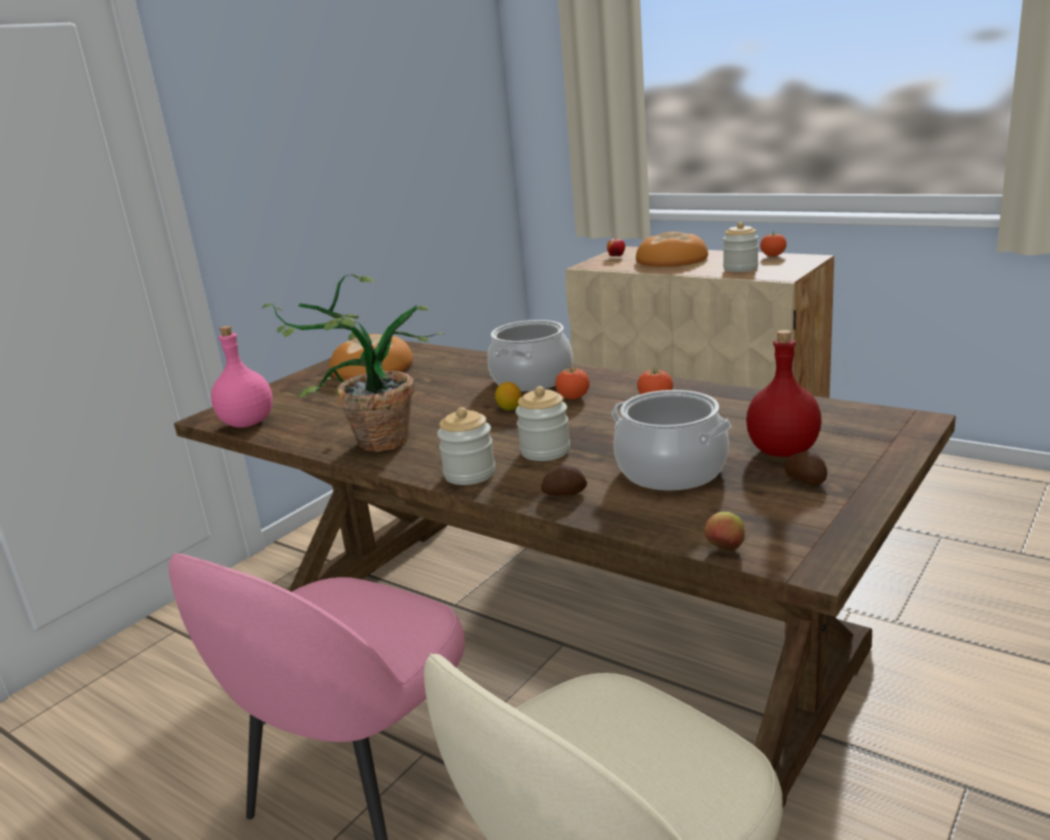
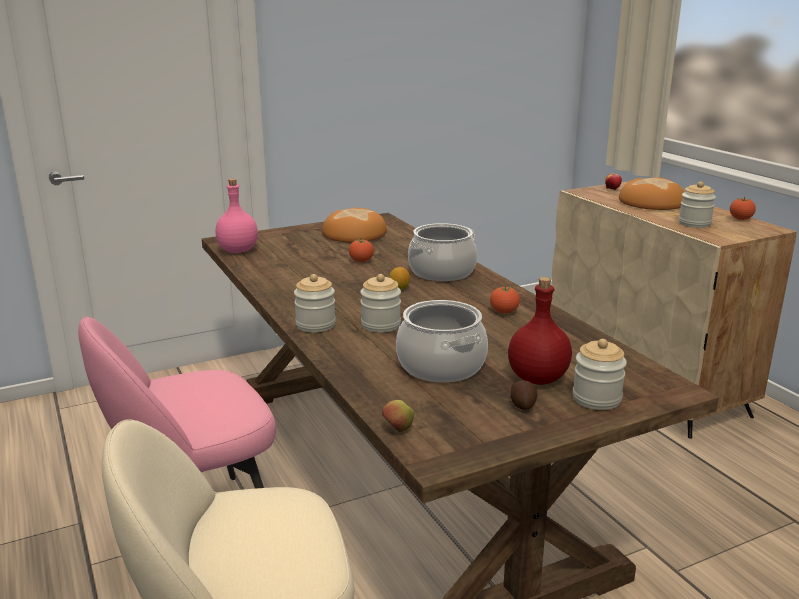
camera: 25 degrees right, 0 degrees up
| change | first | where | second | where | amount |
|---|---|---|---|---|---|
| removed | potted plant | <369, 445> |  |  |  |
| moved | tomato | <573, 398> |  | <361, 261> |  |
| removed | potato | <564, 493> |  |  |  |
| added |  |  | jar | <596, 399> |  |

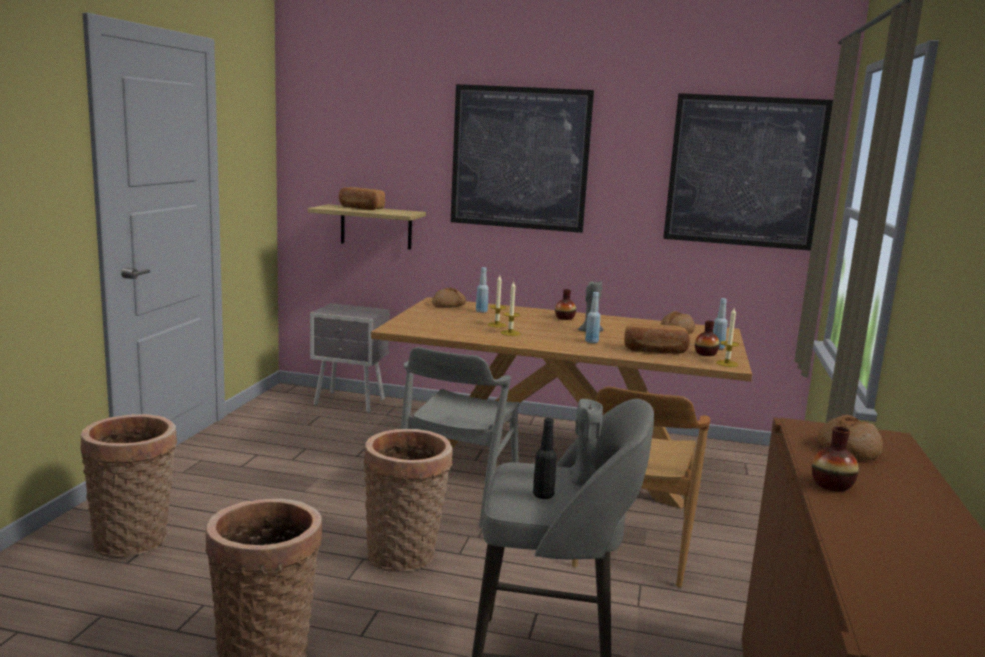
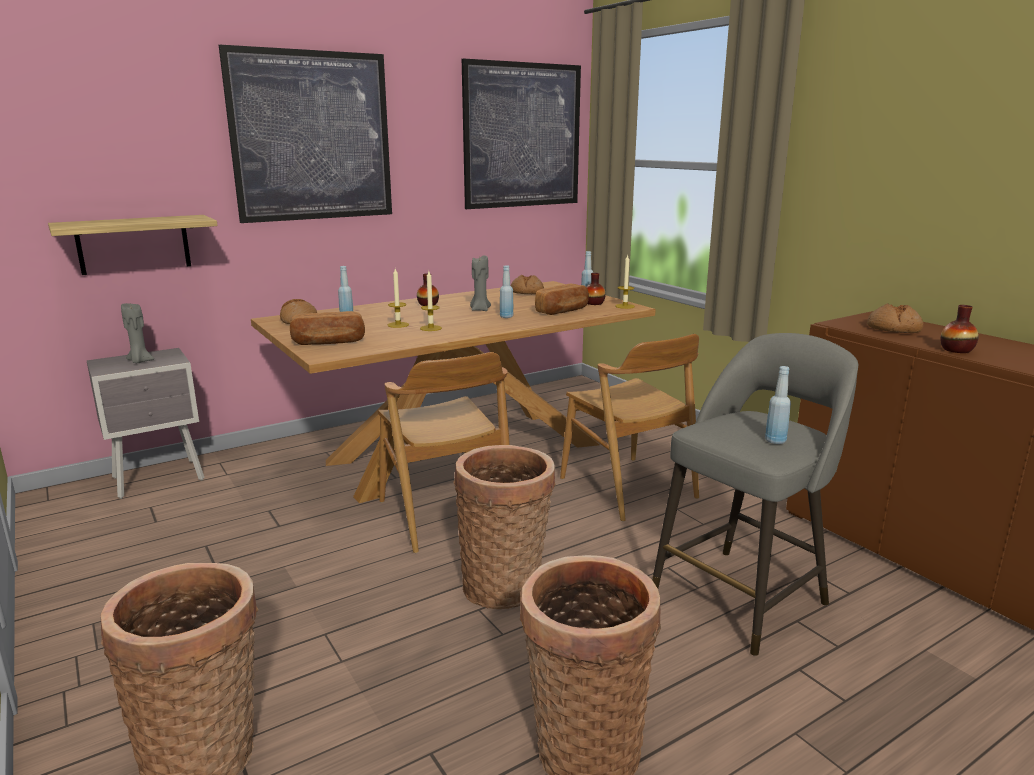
camera: 45 degrees left, 5 degrees up
| change | first | where | second | where | amount |
|---|---|---|---|---|---|
| moved | bread | <360, 208> |  | <329, 342> |  |
| recoloured | grey chair | <457, 497> | brown chair | <444, 515> |  |
| moved | grey candle | <583, 481> |  | <140, 361> |  |
| recoloured | black bottle | <543, 495> | blue bottle | <775, 441> |  |

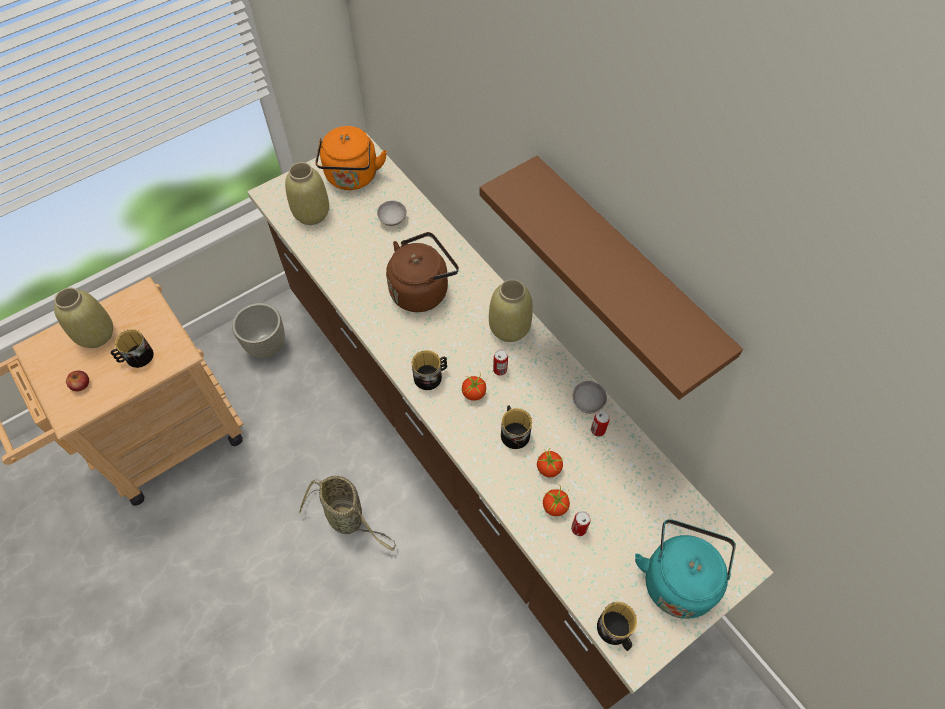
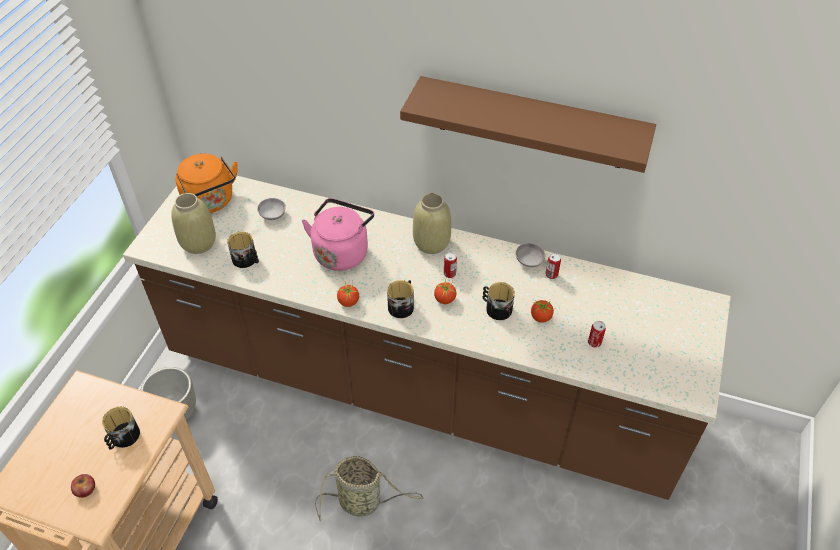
camera: 35 degrees left, 10 degrees down
| change | first | where | second | where | amount |
|---|---|---|---|---|---|
| recoloured | brown kettle | <422, 290> | pink kettle | <342, 251> |  |
| removed | beige vase | <96, 334> |  |  |  |
| moved | tomato | <555, 506> |  | <348, 301> |  |
| removed | turquoise kettle | <678, 578> |  |  |  |
| moved | mug | <615, 631> |  | <247, 260> |  |

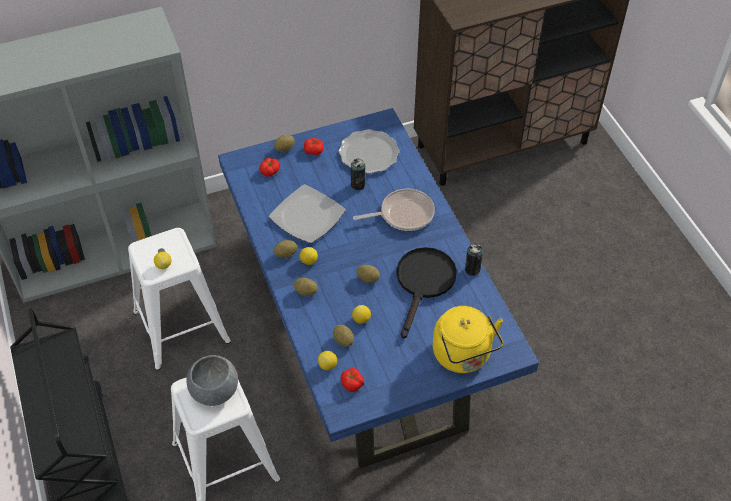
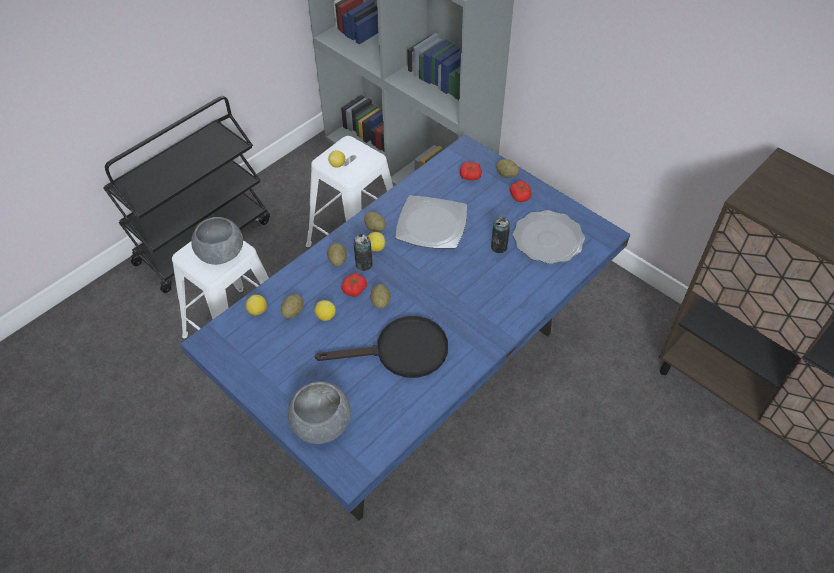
camera: 65 degrees right, 0 degrees up
| change | first | where | second | where | amount |
|---|---|---|---|---|---|
| removed | frying pan | <403, 214> |  |  |  |
| moved | can | <472, 269> |  | <364, 264> |  |
| replaced | yellow kettle | <463, 356> | grey bowl | <321, 424> |  |
| moved | tomato | <352, 383> |  | <354, 289> |  |

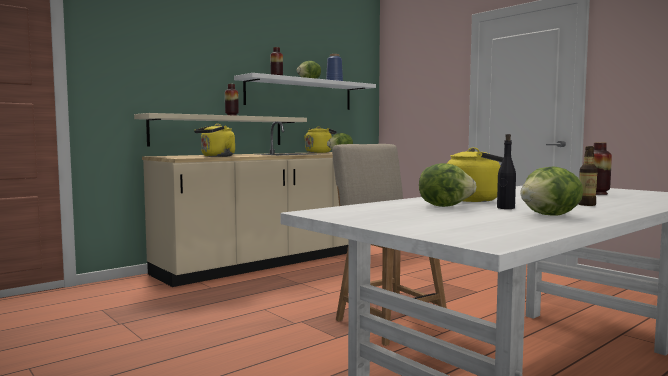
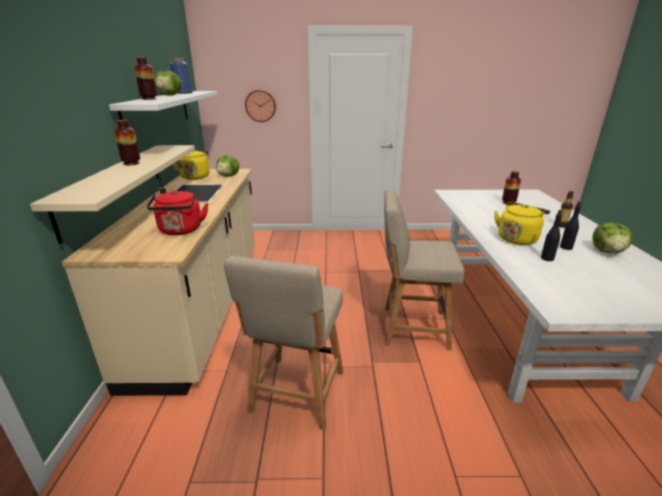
camera: 50 degrees left, 20 degrees up
| change | first | where | second | where | amount |
|---|---|---|---|---|---|
| recoloured | yellow kettle | <216, 156> | red kettle | <180, 231> |  |
| replaced | lettuce | <444, 206> | black bottle | <547, 258> |  |
| added |  |  | wall clock | <260, 105> |  |
| added |  |  | beige chair | <296, 395> |  |

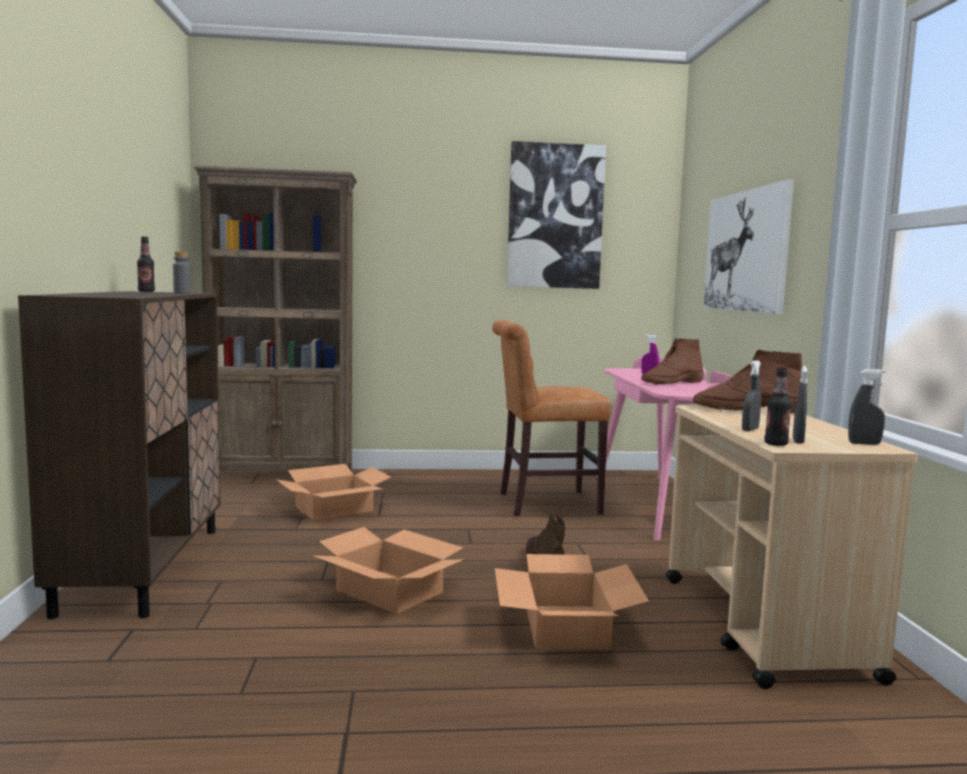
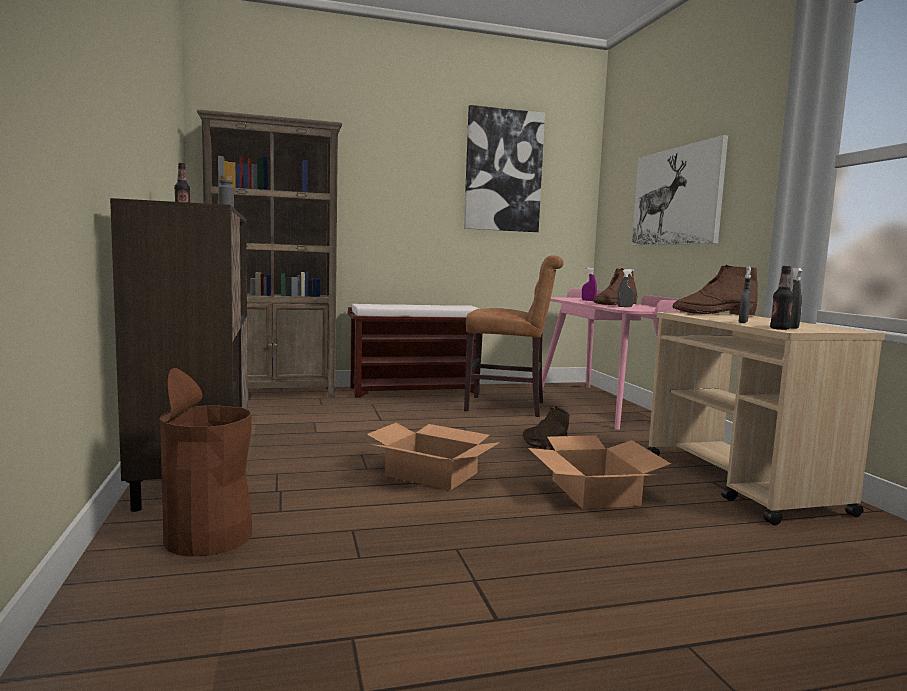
camera: 10 degrees left, 0 degrees up
| change | first | where | second | where | amount |
|---|---|---|---|---|---|
| turned | brown chair | <543, 504> |  | <510, 407> | 150 degrees counterclockwise |
| moved | grey spray bottle | <864, 444> |  | <624, 307> |  |
| removed | cardboard box | <334, 509> |  |  |  |
| added |  |  | brown bench | <415, 391> |  |
| added |  |  | brown trash can | <208, 537> |  |

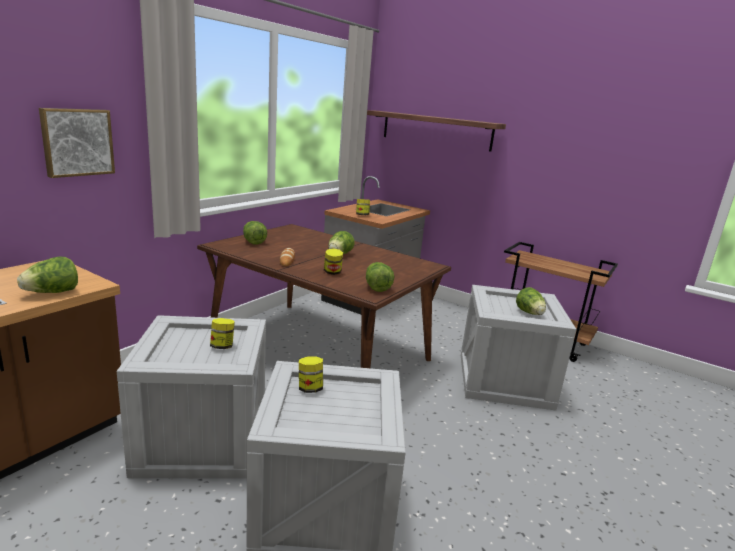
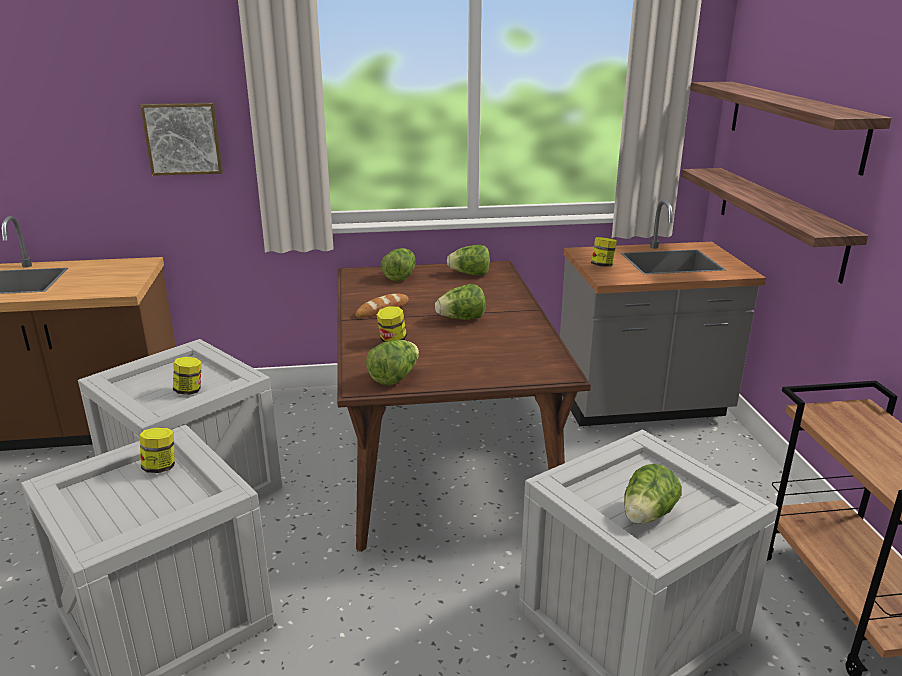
camera: 50 degrees right, 5 degrees up
| change | first | where | second | where | amount |
|---|---|---|---|---|---|
| moved | lettuce | <52, 292> |  | <470, 274> |  |
| added |  |  | shelf | <778, 220> |  |

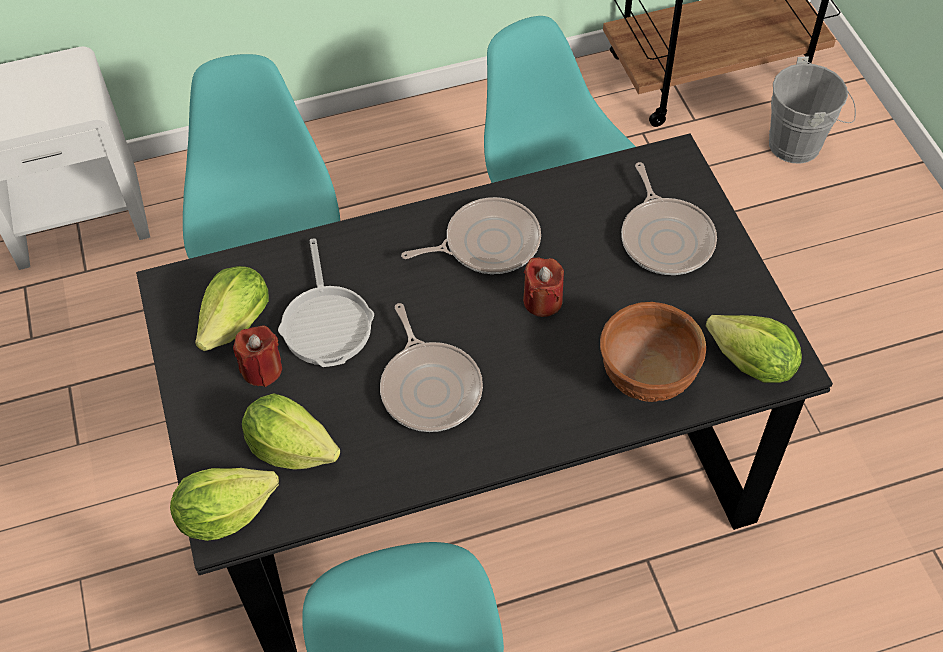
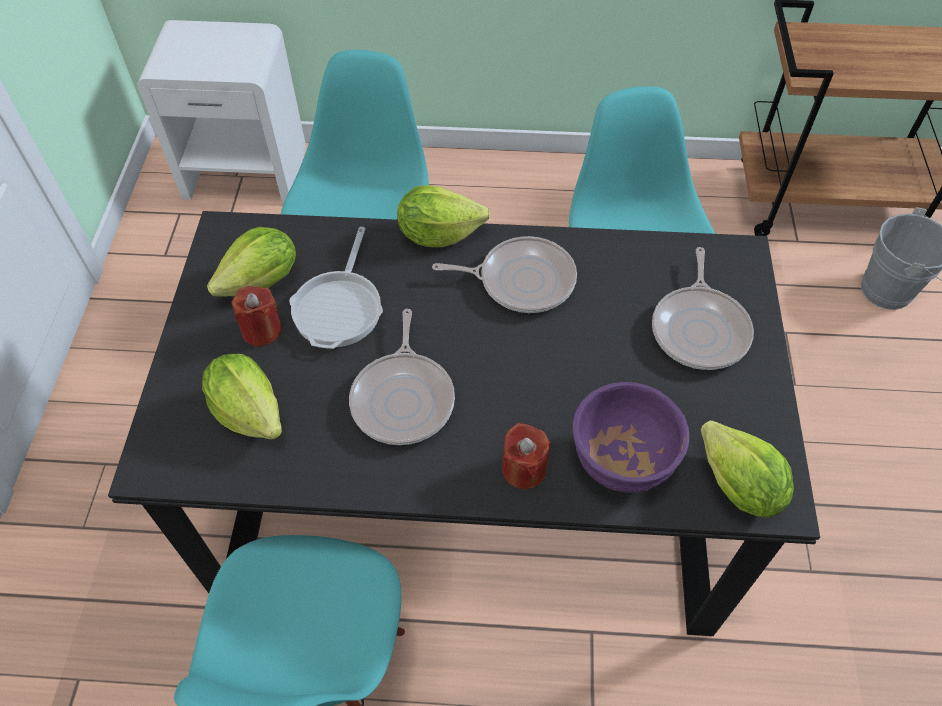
camera: 20 degrees right, 0 degrees up
| change | first | where | second | where | amount |
|---|---|---|---|---|---|
| moved | red candle | <542, 301> |  | <523, 469> |  |
| recoloured | brown bowl | <646, 376> | purple bowl | <620, 460> |  |
| moved | lettuce | <225, 514> |  | <438, 234> |  |

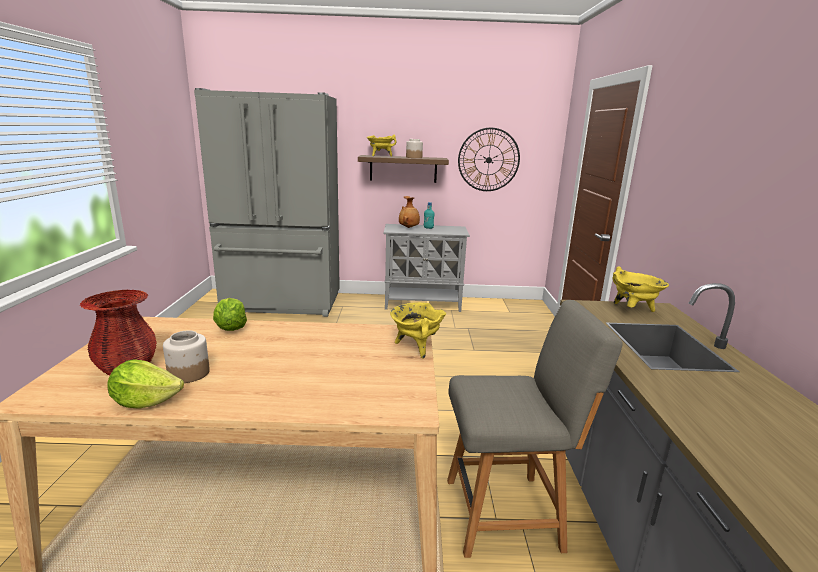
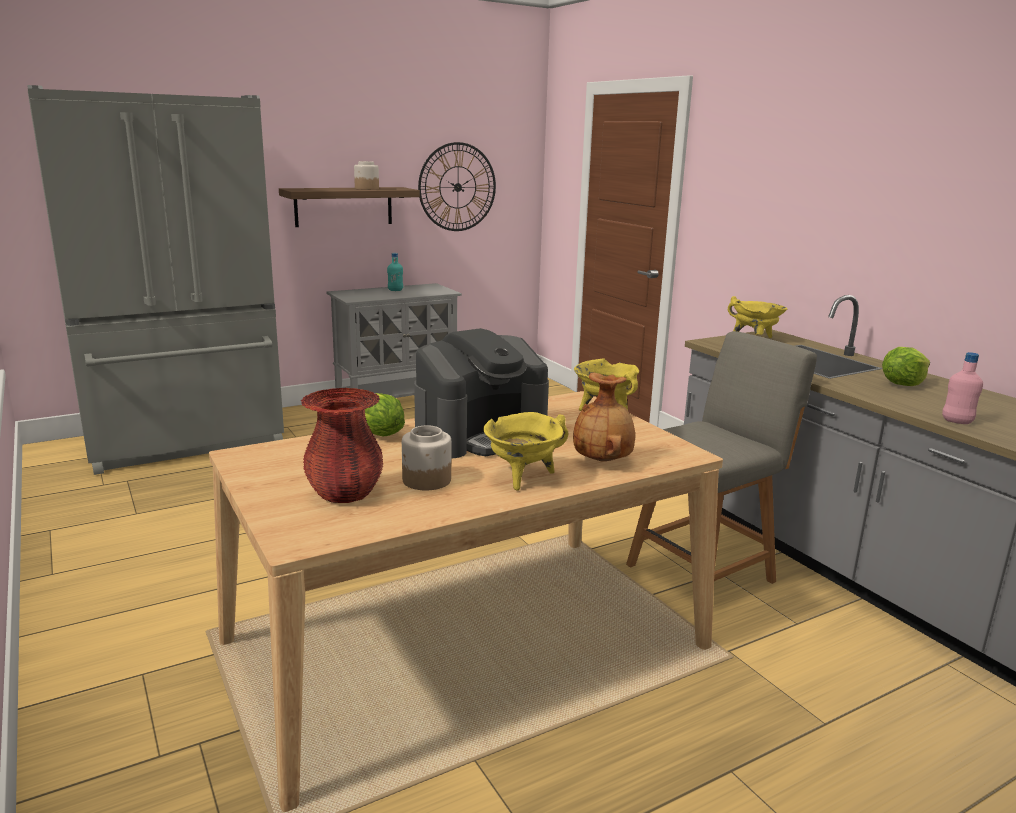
camera: 30 degrees left, 0 degrees up
| change | first | where | second | where | amount |
|---|---|---|---|---|---|
| moved | yellow cooking pot | <380, 156> |  | <522, 477> |  |
| moved | brown vase | <409, 227> |  | <603, 460> |  |
| moved | lettuce | <146, 402> |  | <902, 384> |  |
| added |  |  | coffee machine | <480, 435> |  |
| added |  |  | pink bottle | <957, 421> |  |

